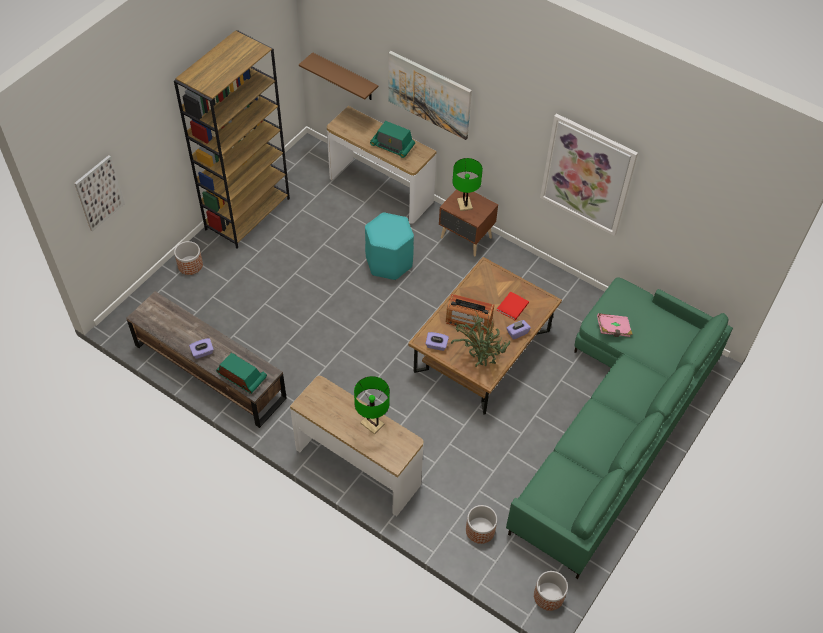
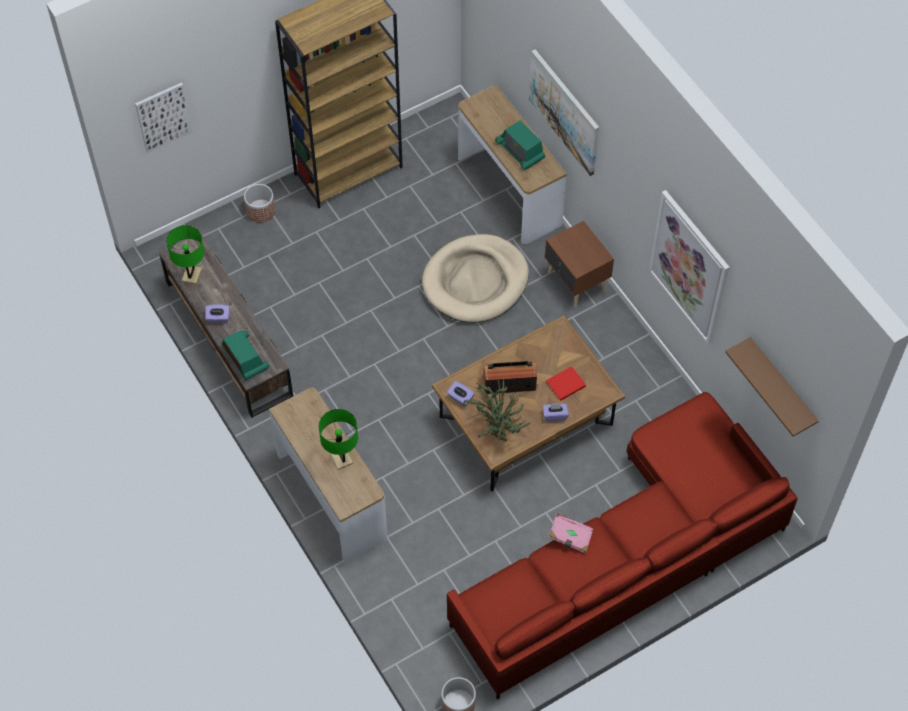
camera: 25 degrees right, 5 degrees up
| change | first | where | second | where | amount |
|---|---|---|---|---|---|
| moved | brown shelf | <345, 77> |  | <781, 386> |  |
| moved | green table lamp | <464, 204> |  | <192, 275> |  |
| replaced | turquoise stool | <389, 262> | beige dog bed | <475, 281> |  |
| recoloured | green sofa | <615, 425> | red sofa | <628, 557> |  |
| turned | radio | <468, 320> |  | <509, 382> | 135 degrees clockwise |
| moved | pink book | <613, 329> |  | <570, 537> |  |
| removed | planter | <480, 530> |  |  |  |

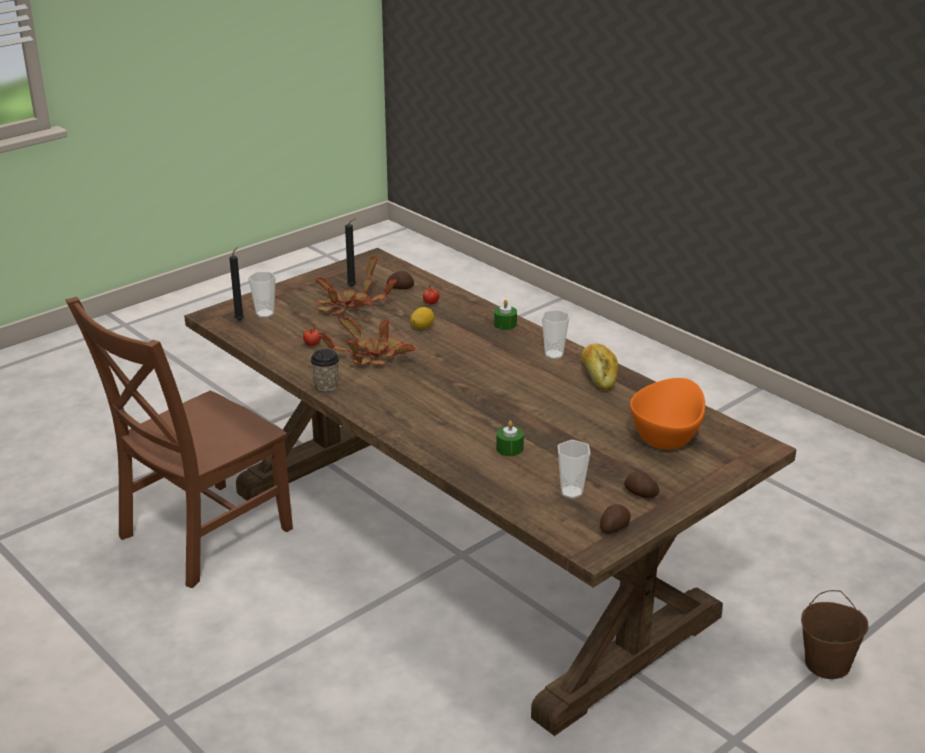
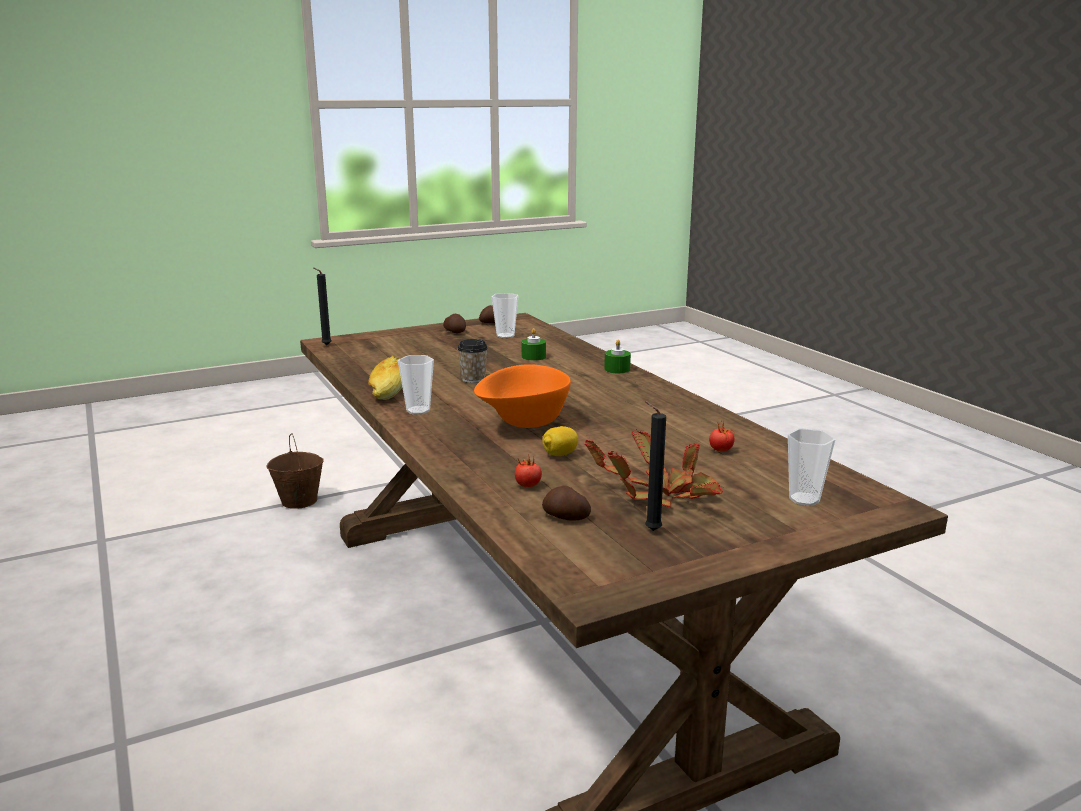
camera: 165 degrees left, 10 degrees down
| change | first | where | second | where | amount |
|---|---|---|---|---|---|
| moved | black candle | <240, 320> |  | <325, 345> |  |
| removed | brown chair | <199, 536> |  |  |  |
| moved | green candle | <505, 324> |  | <617, 369> |  |
| removed | potted plant | <371, 357> |  |  |  |
| moved | cup | <326, 386> |  | <473, 379> |  |
| moved | orange bowl | <667, 436> |  | <522, 423> |  |

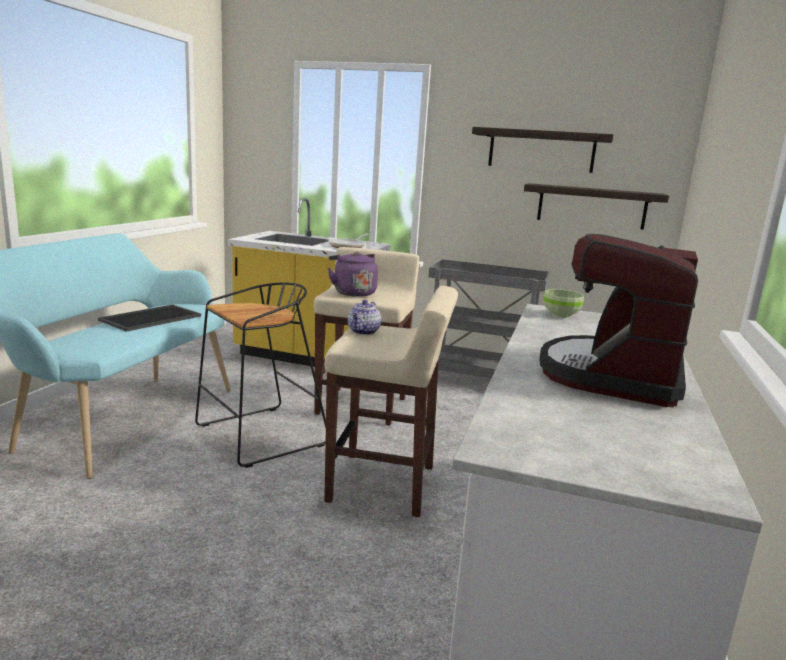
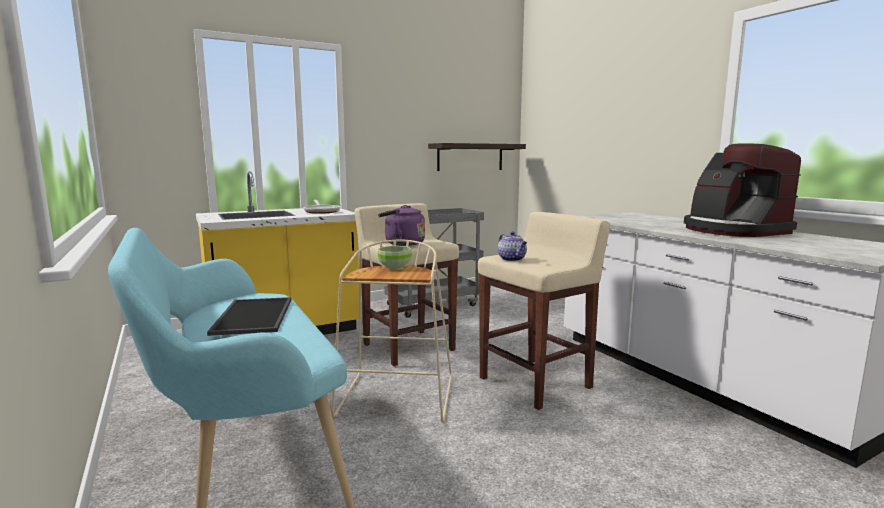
camera: 45 degrees left, 5 degrees down
| change | first | where | second | where | amount |
|---|---|---|---|---|---|
| removed | shelf | <541, 150> |  |  |  |
| recoloured | black stool | <259, 437> | beige stool | <397, 399> |  |
| moved | green bowl | <560, 315> |  | <394, 268> |  |

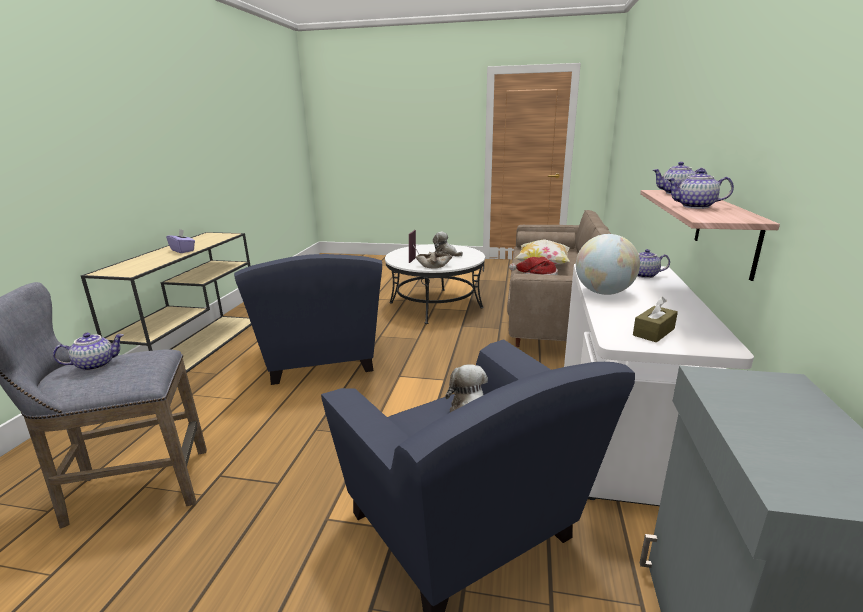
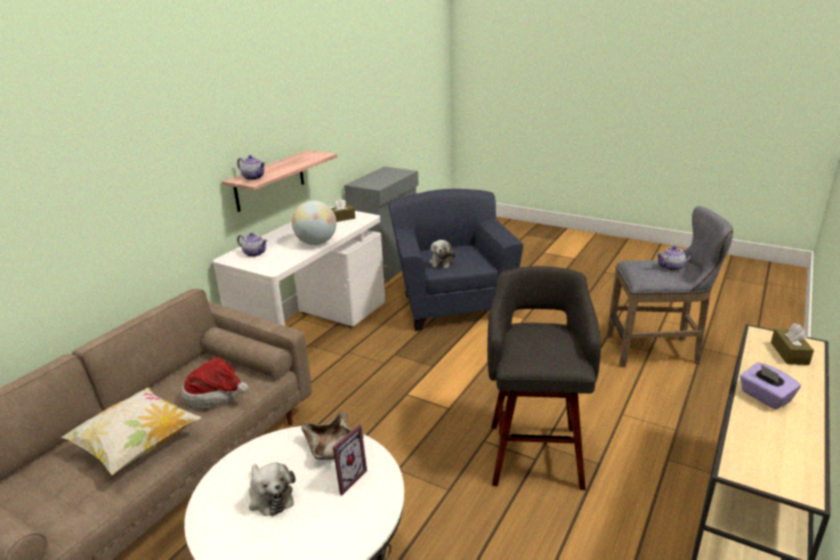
camera: 160 degrees left, 5 degrees up
| change | first | where | second | where | amount |
|---|---|---|---|---|---|
| removed | teapot | <695, 207> |  |  |  |
| replaced | blue armchair | <322, 361> | grey stool | <535, 452> |  |
| added |  |  | brown tissue box | <789, 353> |  |

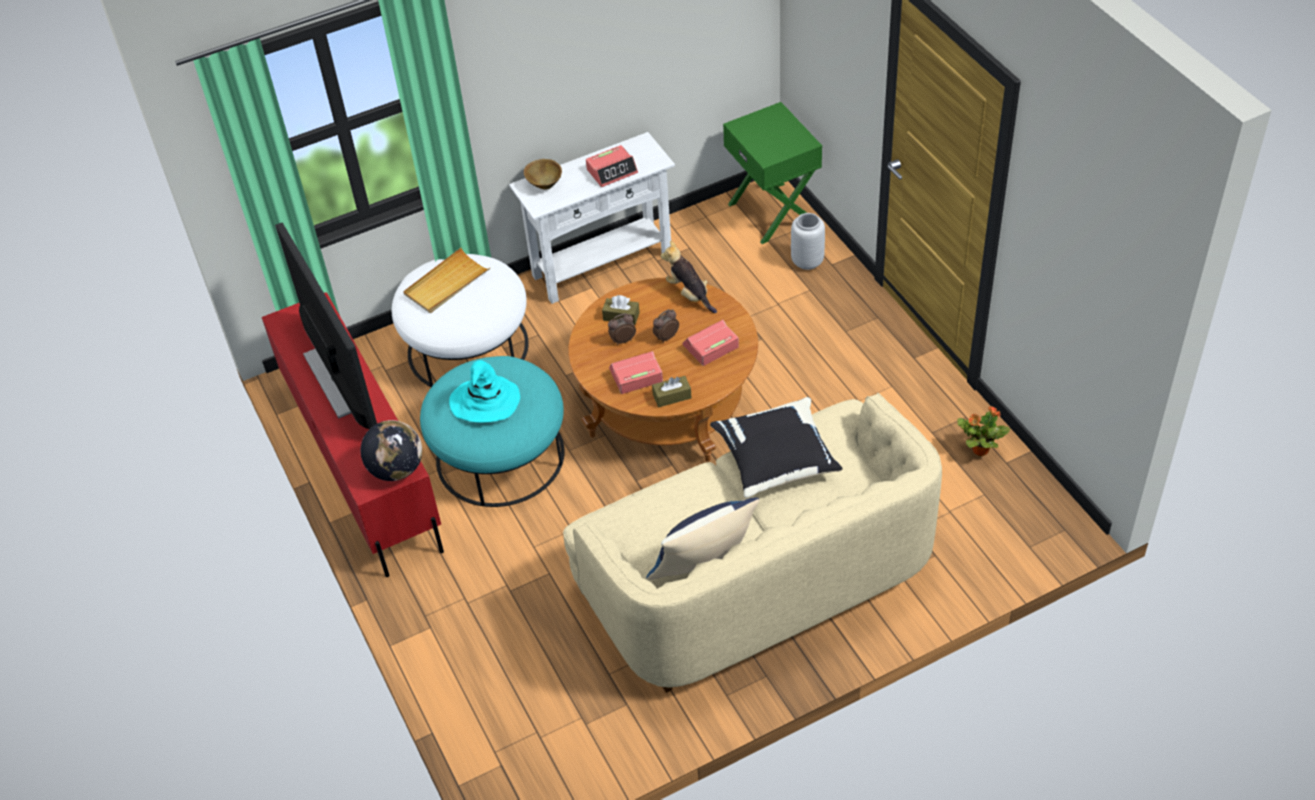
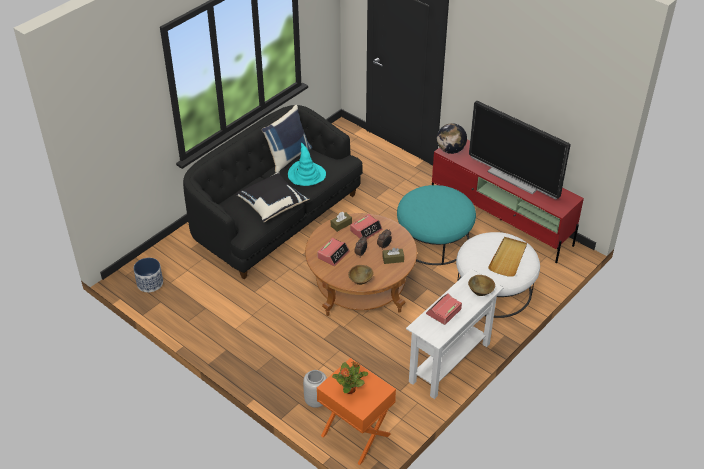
camera: 155 degrees right, 5 degrees down
| change | first | where | second | where | amount |
|---|---|---|---|---|---|
| recoloured | green nightstand | <773, 212> | orange nightstand | <355, 435> |  |
| replaced | plush toy | <689, 294> | brown bowl | <360, 281> |  |
| moved | turquoise hat | <485, 402> |  | <306, 175> |  |
| recoloured | beige sofa | <757, 578> | black sofa | <275, 219> |  |
| moved | potted plant | <979, 450> |  | <350, 389> |  |
| added |  |  | planter | <149, 283> |  |

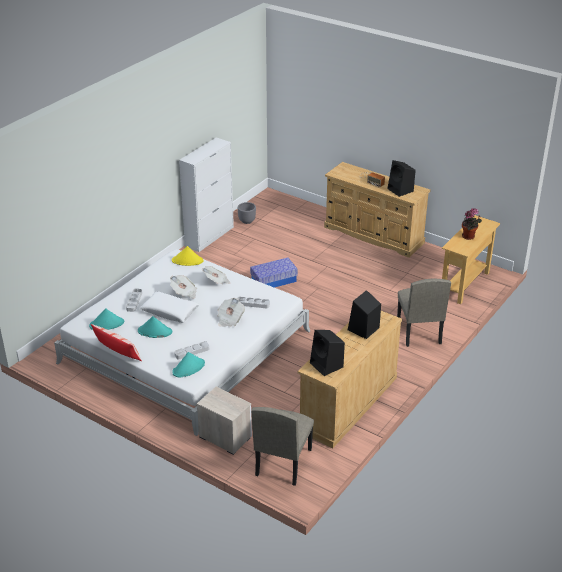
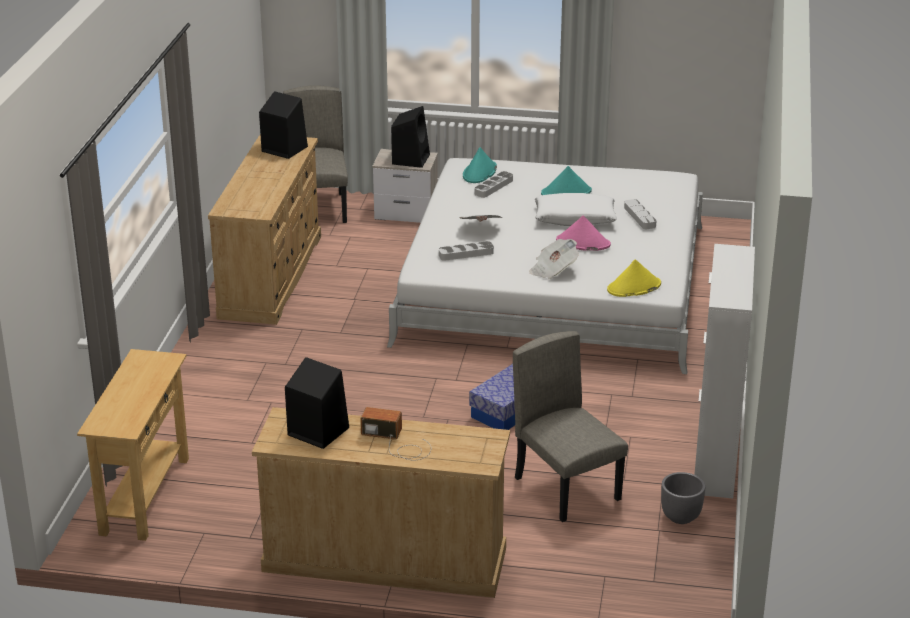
camera: 155 degrees right, 5 degrees down
| change | first | where | second | where | amount |
|---|---|---|---|---|---|
| removed | potted plant | <469, 237> |  |  |  |
| replaced | newspaper | <184, 293> | pink hat | <582, 243> |  |
| moved | beige chair | <418, 331> |  | <567, 488> |  |
| moved | black speaker | <363, 329> |  | <411, 159> |  |
| removed | turquoise hat | <107, 324> |  |  |  |
| removed | pillow | <117, 352> |  |  |  |

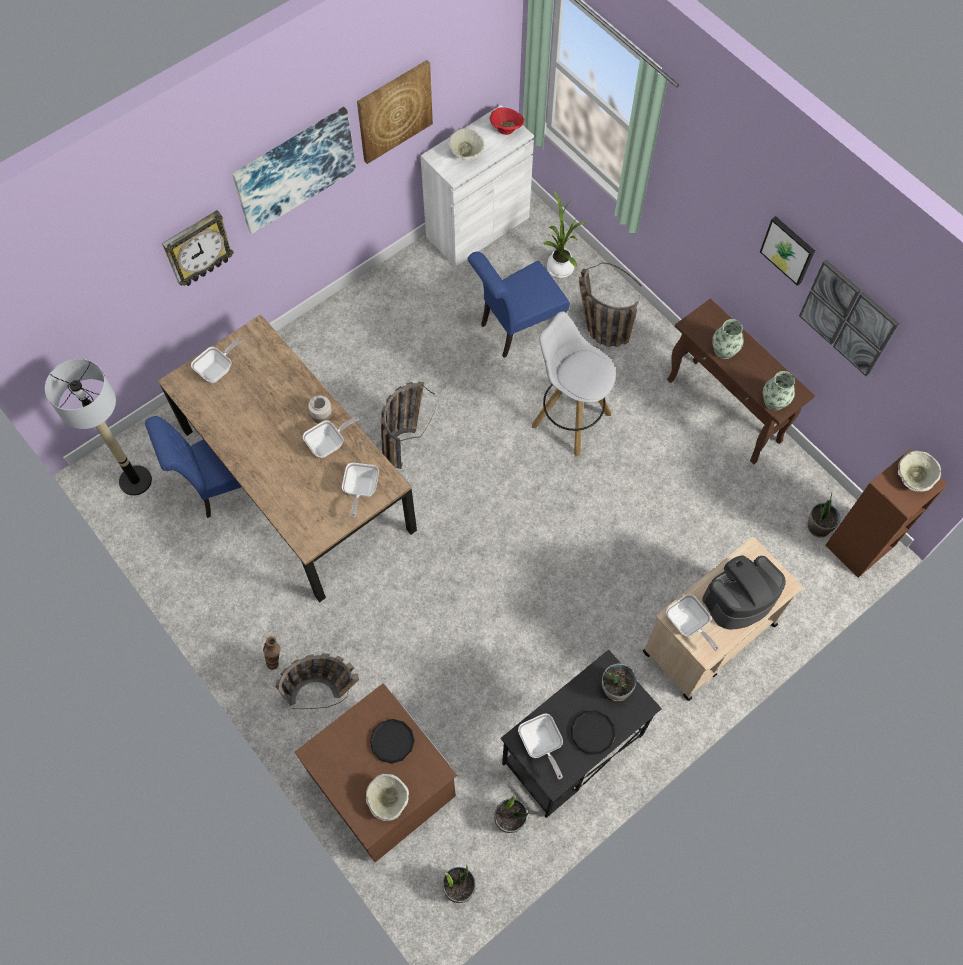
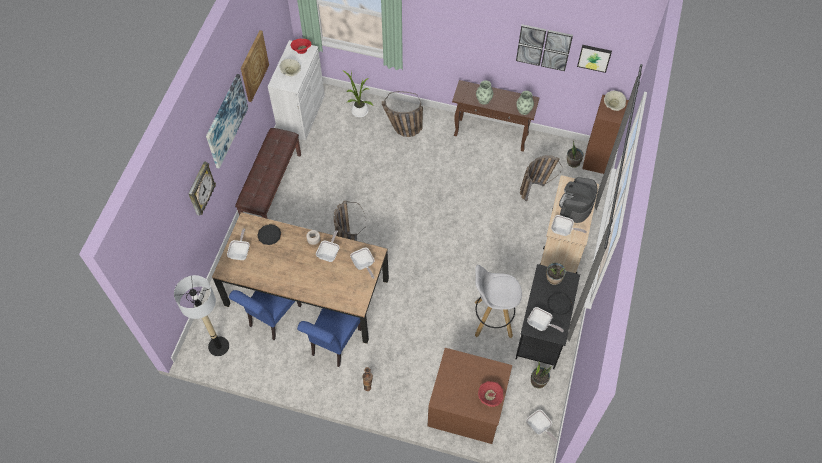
camera: 35 degrees left, 5 degrees down
| change | first | where | second | where | amount |
|---|---|---|---|---|---|
| moved | picture | <788, 249> |  | <594, 57> |  |
| moved | blue chair | <516, 329> |  | <334, 344> |  |
| moved | white stool | <570, 419> |  | <492, 319> |  |
| moved | basket | <325, 692> |  | <535, 187> |  |
| moved | black plate | <392, 742> |  | <269, 235> |  |
| recoloured | beige bowl | <388, 800> | red bowl | <490, 397> |  |
| replaced | potted plant | <459, 887> | frying pan | <539, 427> |  |
| added |  |  | brown bench | <271, 188> |  |

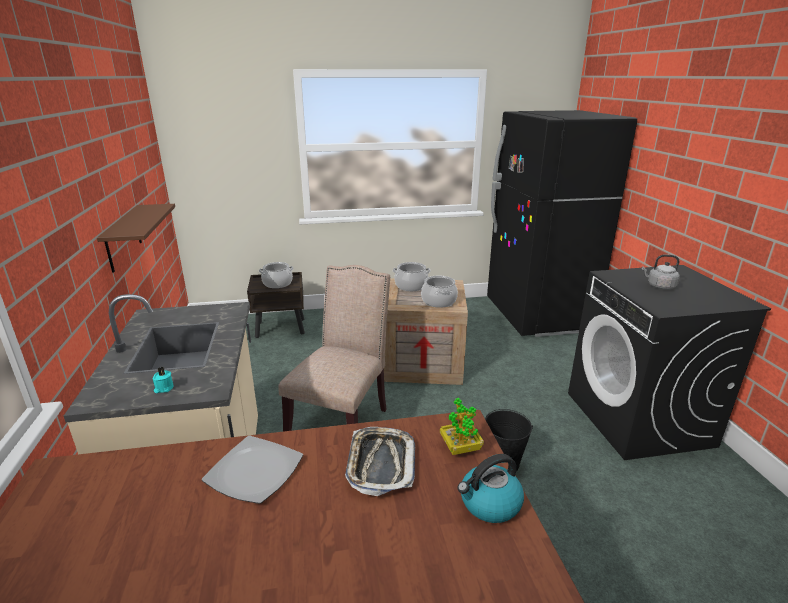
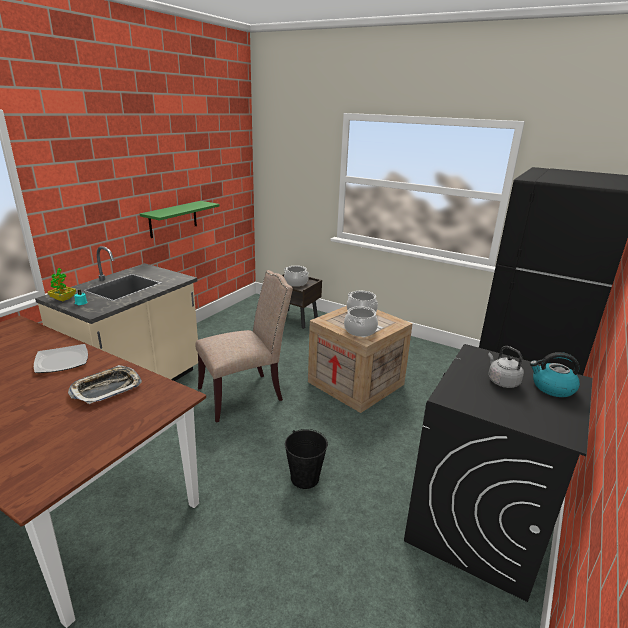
camera: 40 degrees right, 0 degrees up
| change | first | where | second | where | amount |
|---|---|---|---|---|---|
| recoloured | brown shelf | <123, 238> | green shelf | <173, 219> |  |
| moved | potted plant | <460, 448> |  | <63, 299> |  |
| moved | kettle | <489, 504> |  | <552, 388> |  |

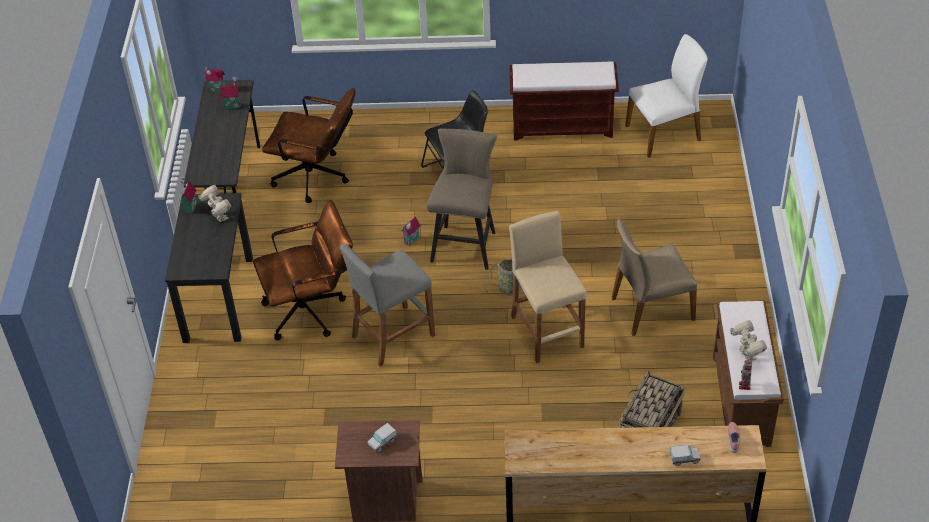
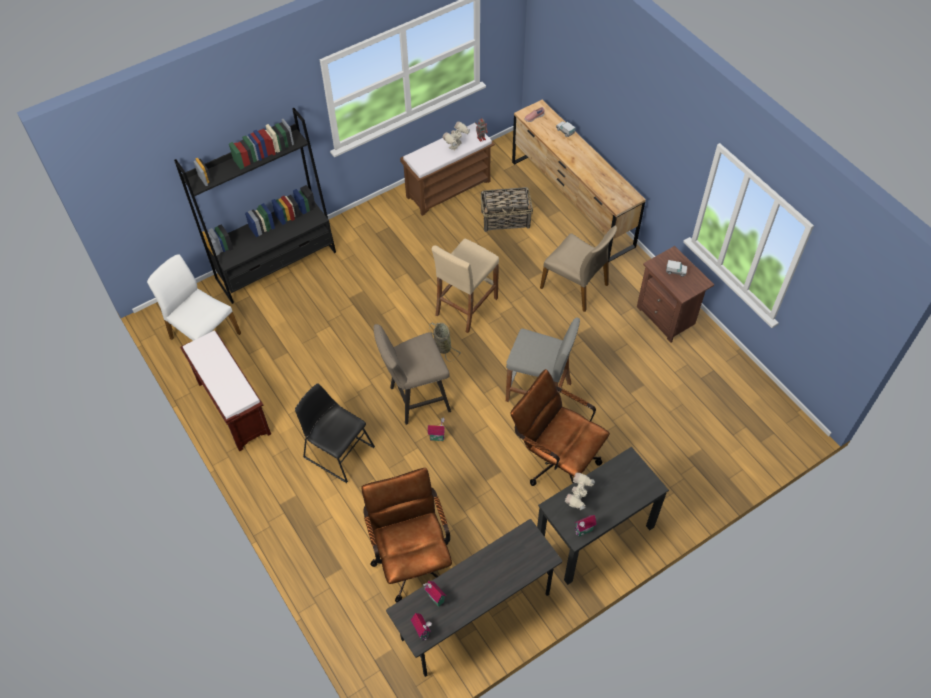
camera: 125 degrees left, 10 degrees up
| change | first | where | second | where | amount |
|---|---|---|---|---|---|
| moved | beige chair | <651, 308> |  | <575, 286> |  |
| added |  |  | black bookcase | <276, 265> |  |

